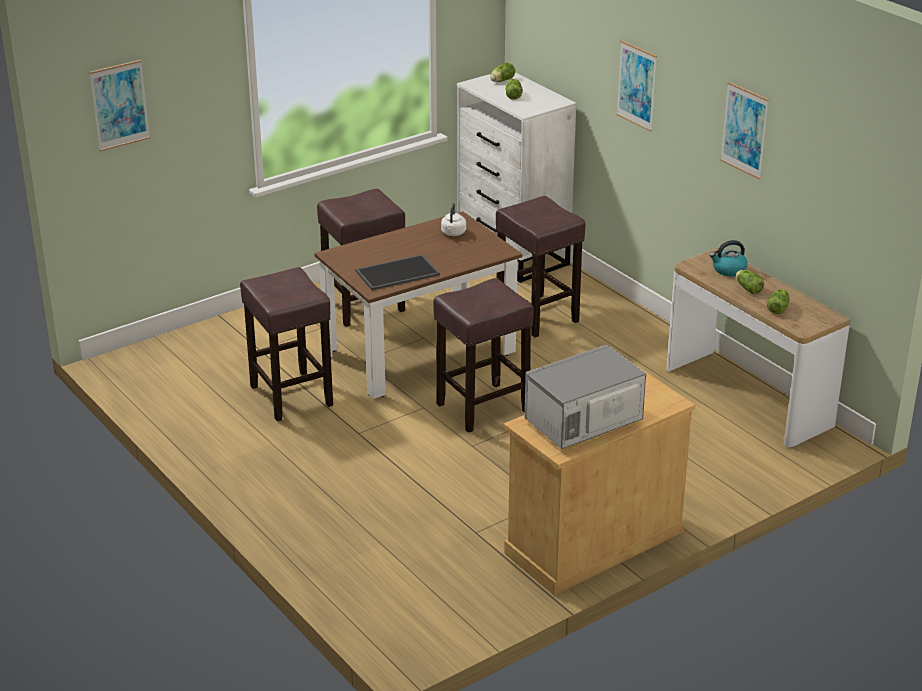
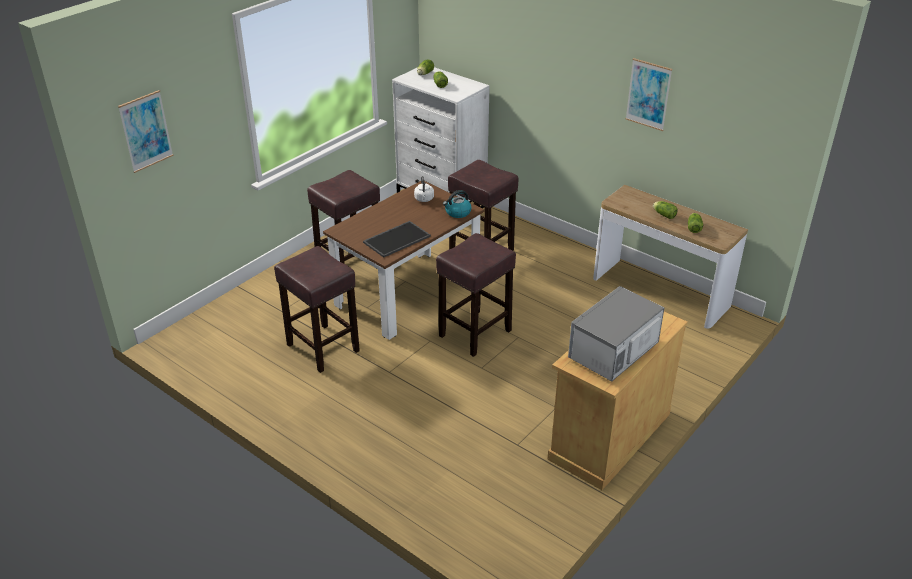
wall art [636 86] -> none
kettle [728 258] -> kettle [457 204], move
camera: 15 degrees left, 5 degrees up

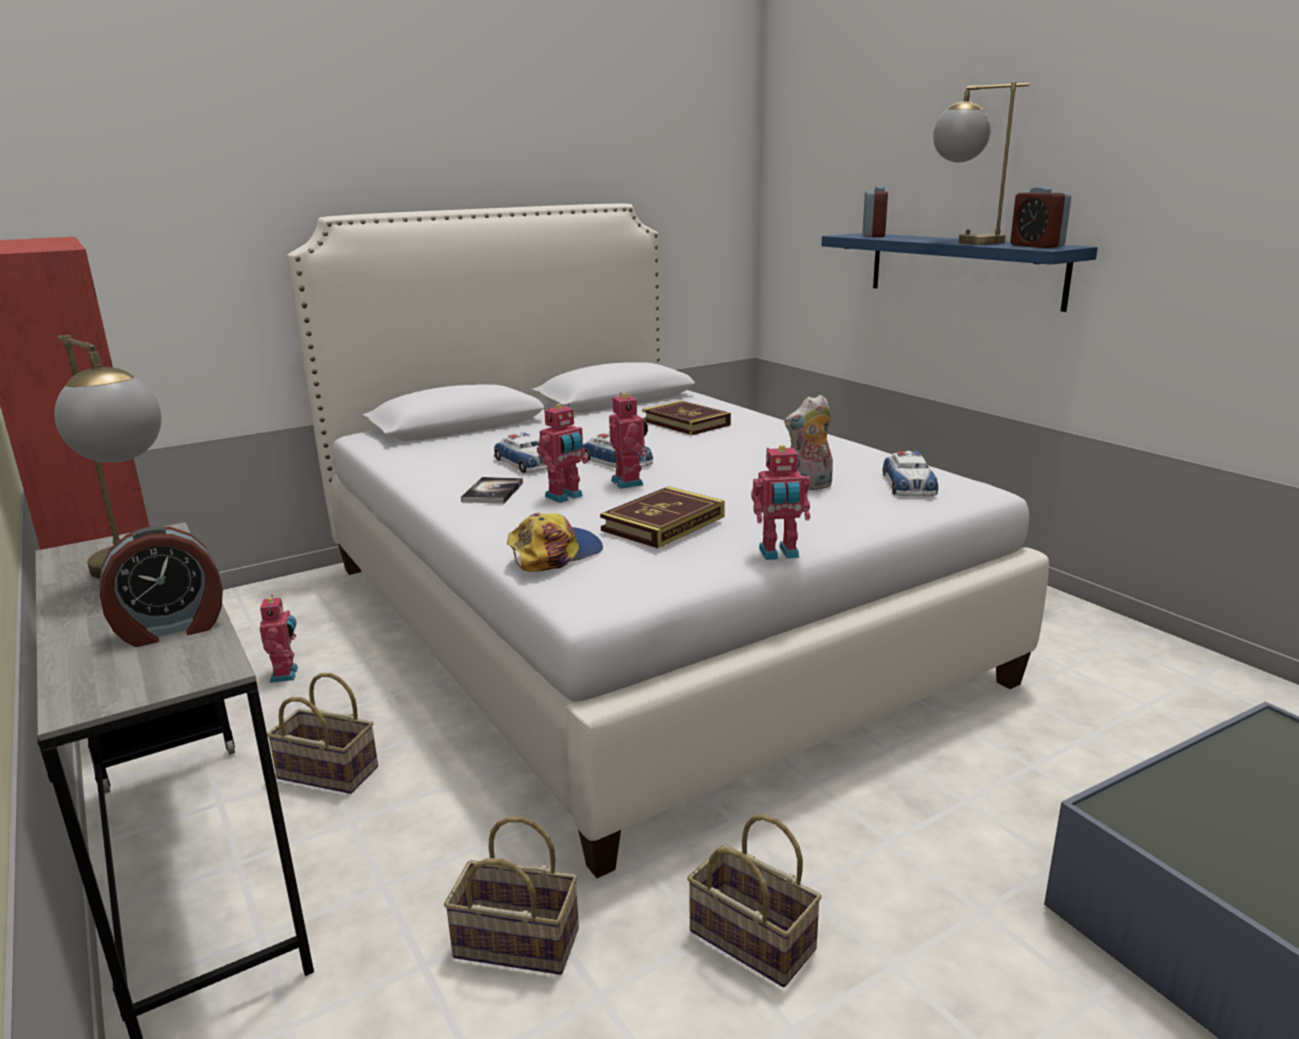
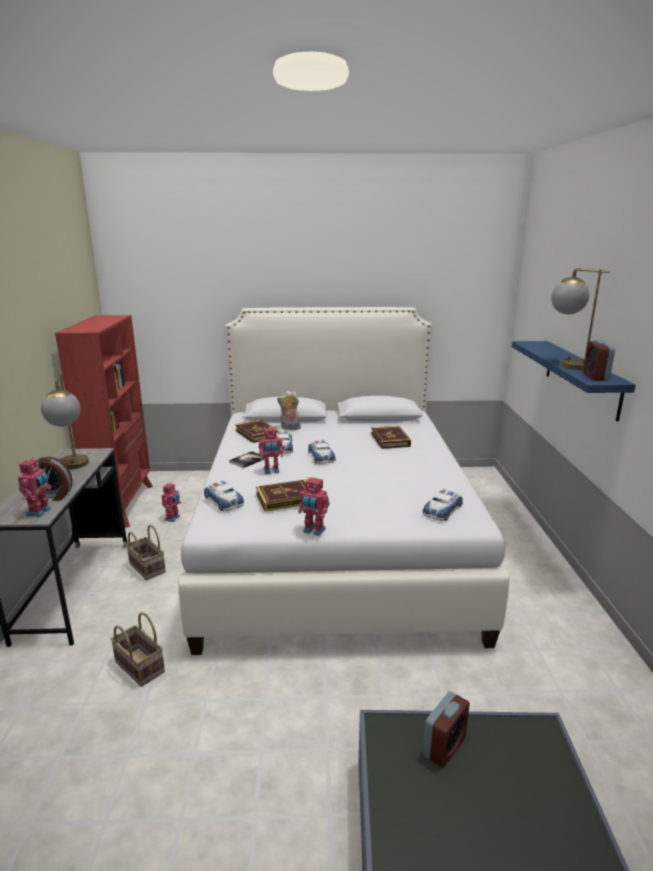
alarm clock [875 211] -> alarm clock [446 729], move
toy robot [628 440] -> toy robot [35 487], move
soft toy [808 442] -> soft toy [289 410], move
peaked cap [555 542] -> miniature car [224 496]
basket [754 900] -> none
none -> book [257 431]
camera: 30 degrees right, 0 degrees up

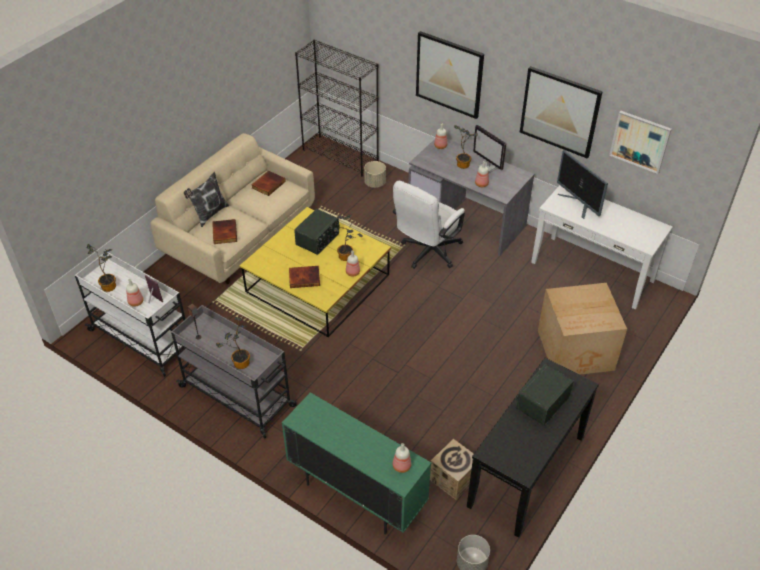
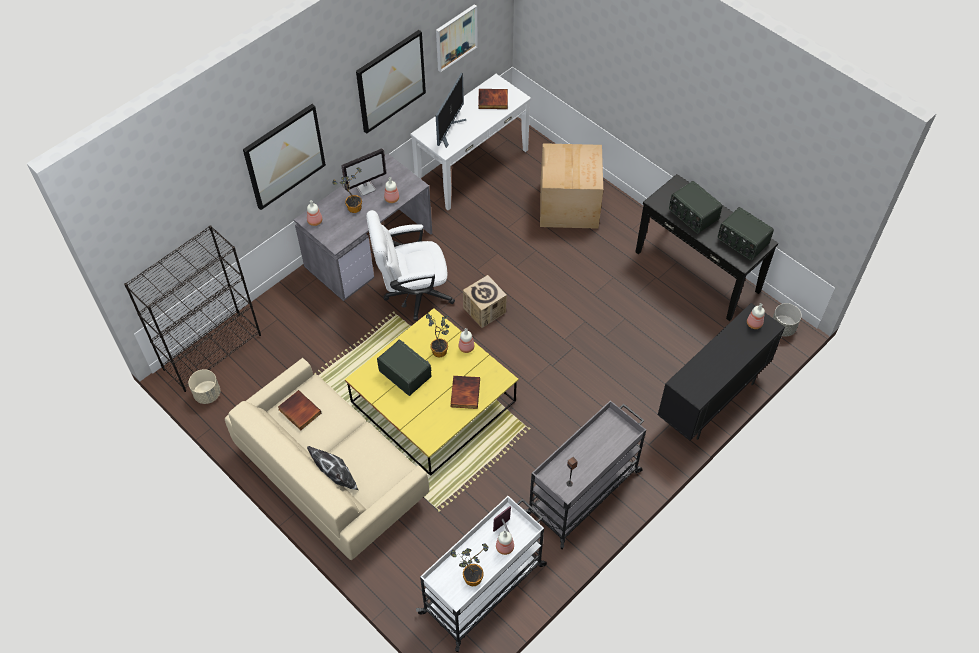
computer screen [582 184] -> computer screen [451 110], 45 degrees counterclockwise
sand-coloured flower pot [375 174] -> sand-coloured flower pot [204 386], move
white-coloured desk chair [429 225] -> white-coloured desk chair [410 265], 120 degrees clockwise
book [224 231] -> book [493 99], move
houseplant [233 343] -> none
green-coloured cupboard [356 463] -> black cupboard [721 372]
packing box [452 469] -> packing box [485 301], move
none -> radio receiver [746 233]
camera: 80 degrees left, 10 degrees up

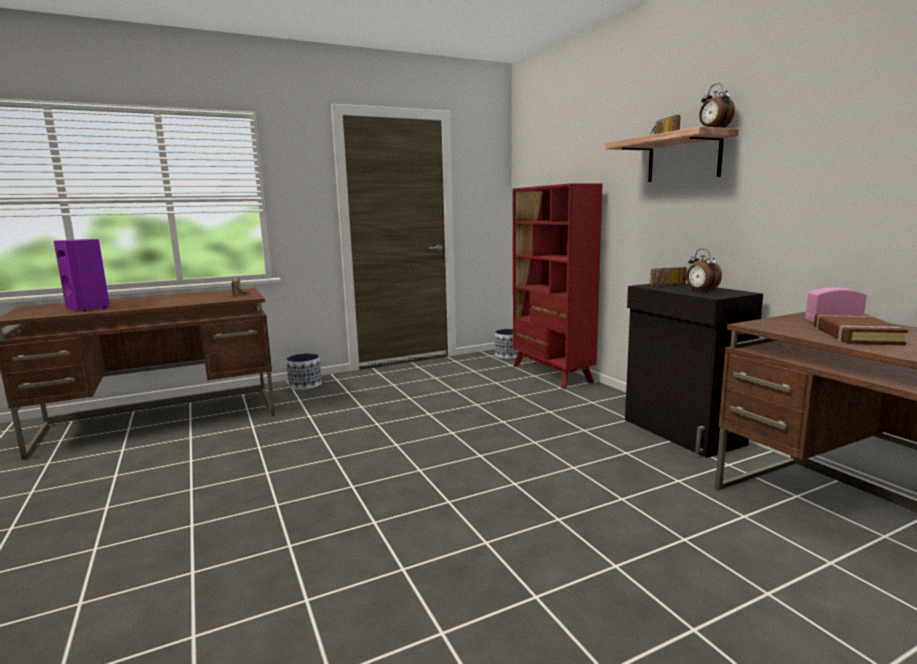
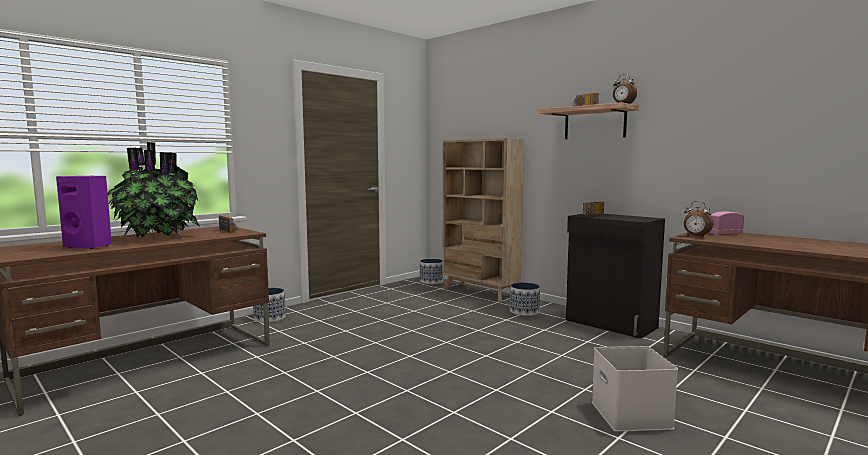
reddish shelving unit [557 286] -> sand-coloured shelving unit [483 220]
alarm clock [704 271] -> alarm clock [699 219], move
brown-coloured book [861 330] -> none
none -> houseplant [154 190]
none -> flower pot [525 299]
none -> white-coloured storage box [635 389]
camera: 20 degrees left, 5 degrees down

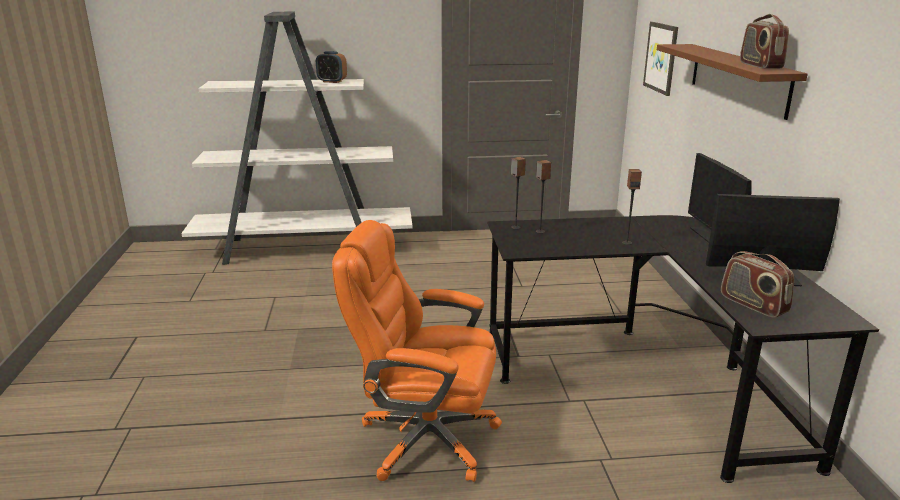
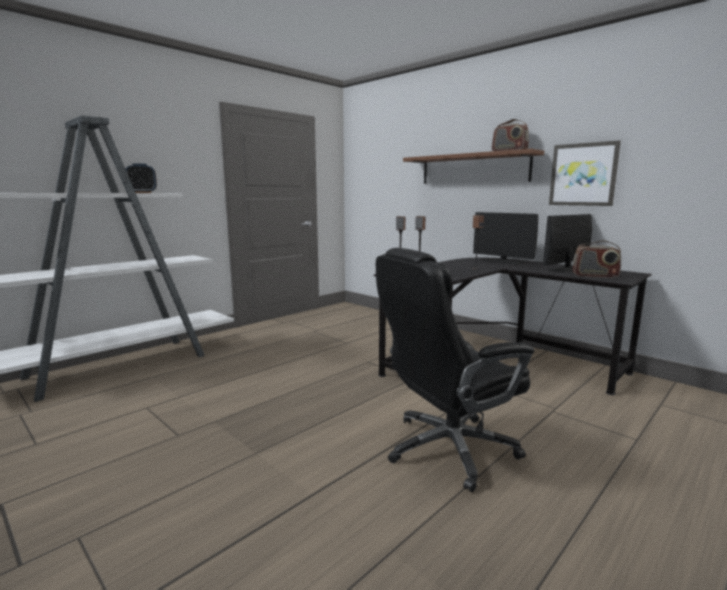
wall art [660 59] -> wall art [585 173], move
orangey desk chair [417 351] -> black desk chair [455 370]
camera: 40 degrees left, 10 degrees down

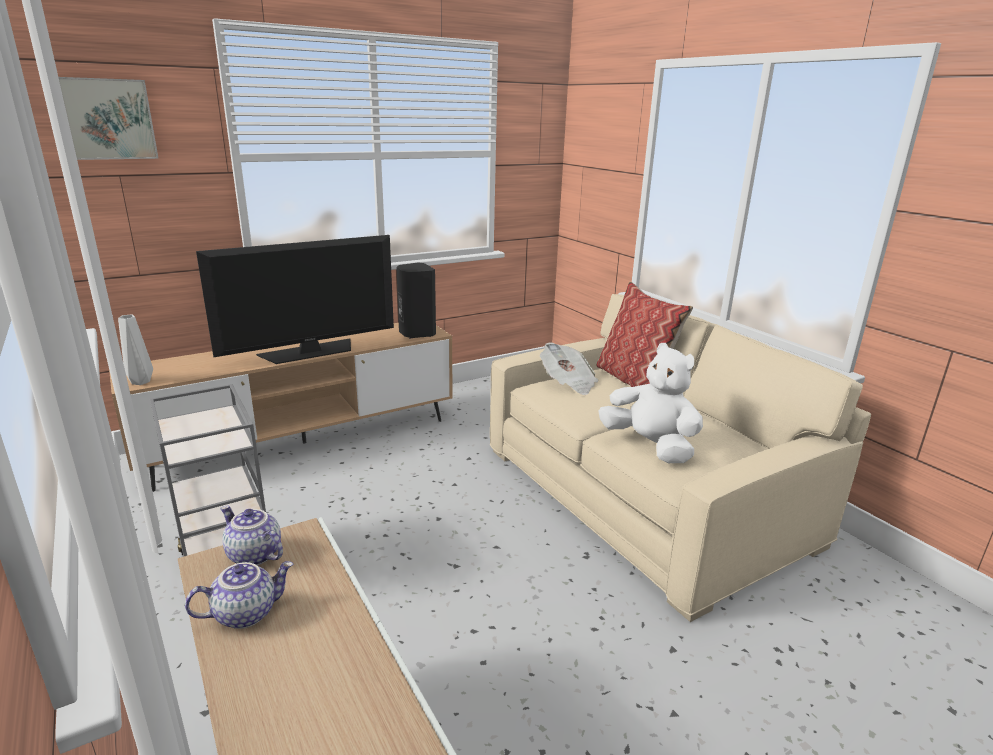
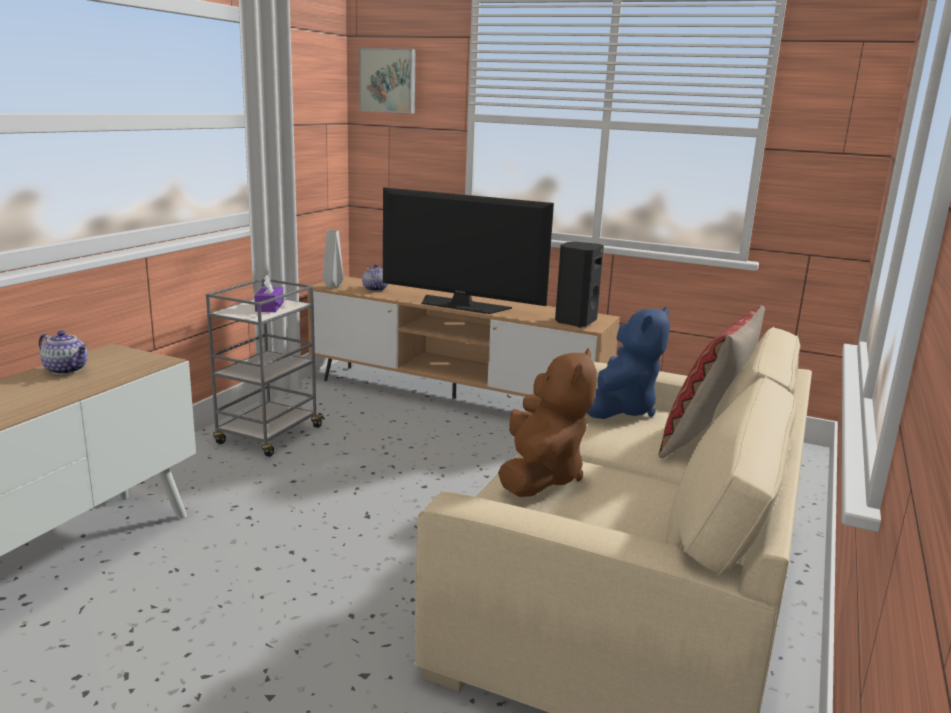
daily paper [569 368] -> blue-coloured soft toy [628 363]
white-coloured soft toy [650 403] -> brown-coloured soft toy [547 422]
pot for tea [251 536] -> pot for tea [375 277], move
none -> purplish box of tissues [269 293]
camera: 55 degrees right, 5 degrees down

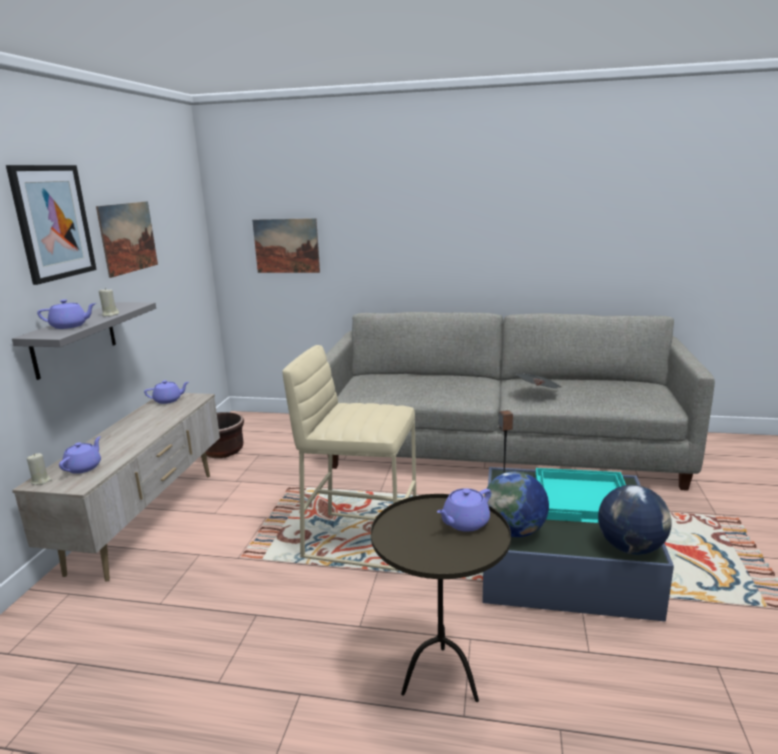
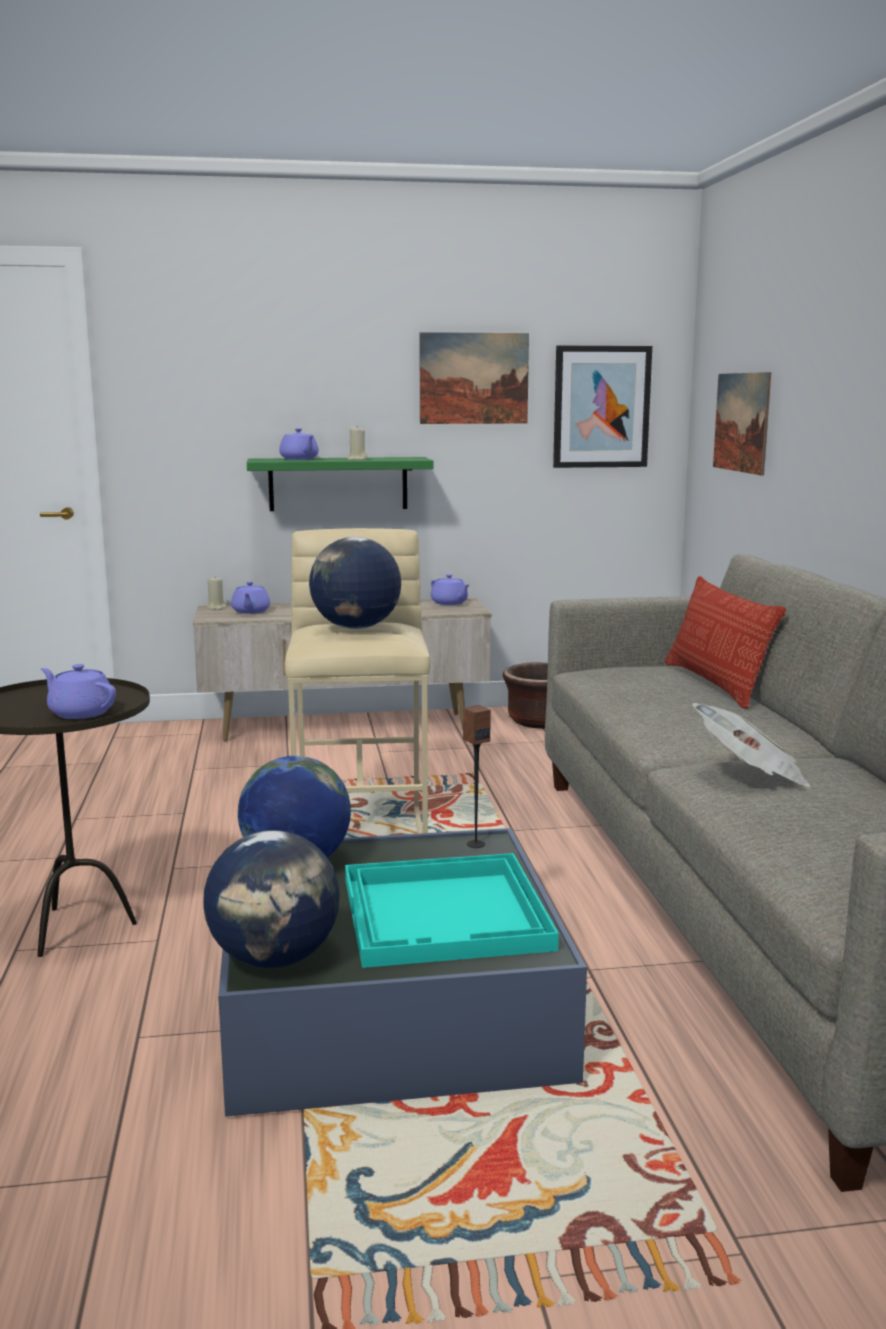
wall art [51 225] -> wall art [602 406], move
gray wall shelf [84 341] -> green-coloured wall shelf [340 484]
purplish pot for tea [80 455] -> purplish pot for tea [250 597], 90 degrees clockwise
none -> world globe [355 583]
none -> throw pillow [725 642]
camera: 70 degrees right, 5 degrees down

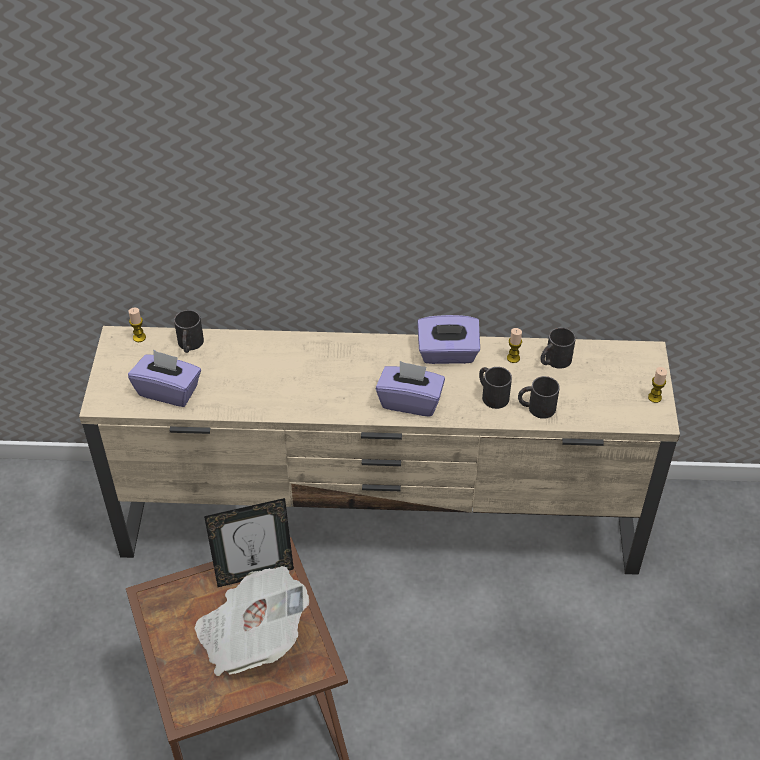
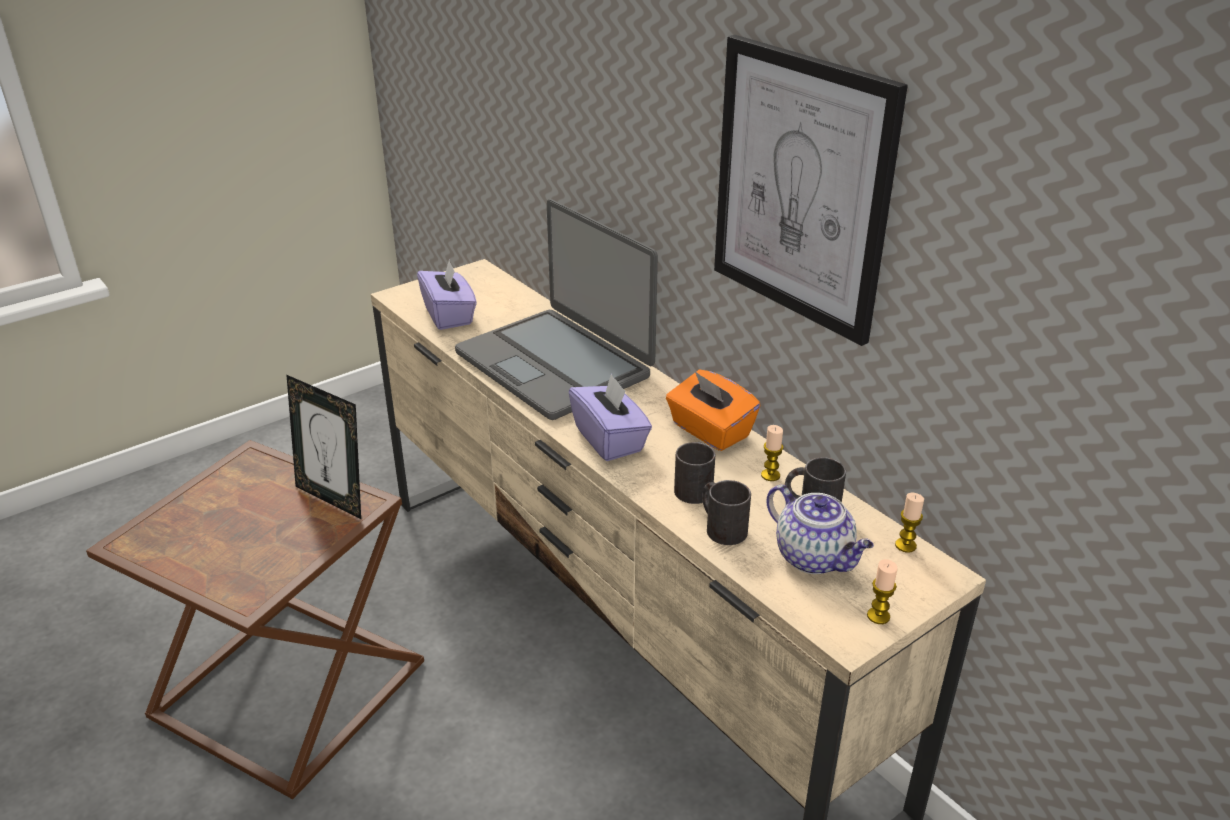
candle [137 325] -> candle [909 523], move
black tea mug [189 331] -> none
purplish box of tissues [448 339] -> orangey box of tissues [713 410]
daily paper [251 621] -> none
none -> wall art [811 190]
none -> laptop [556 309]
none -> pot for tea [820 529]
camera: 50 degrees right, 15 degrees down

